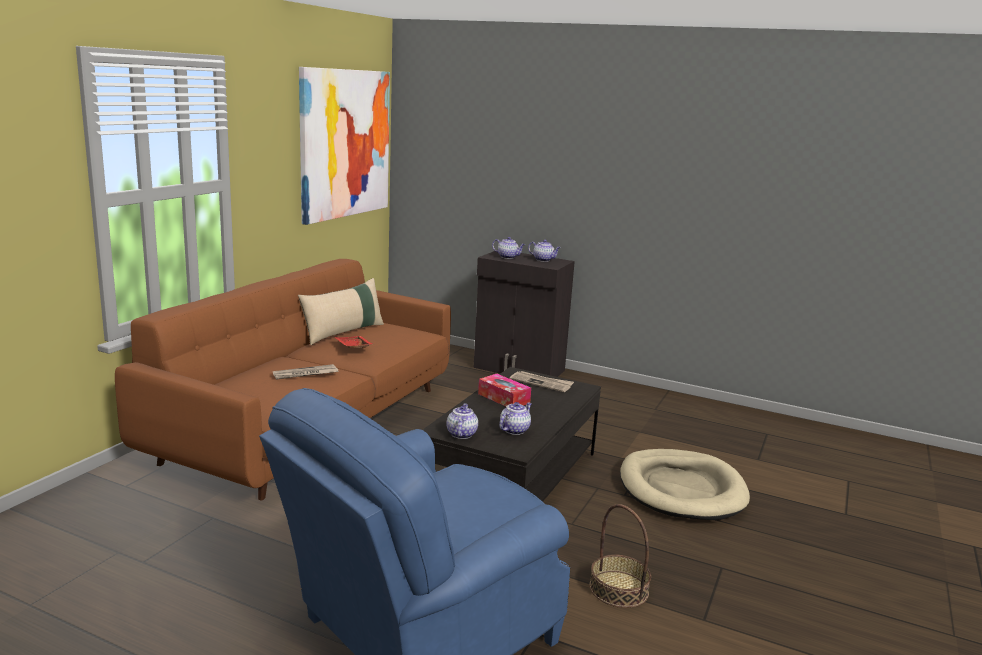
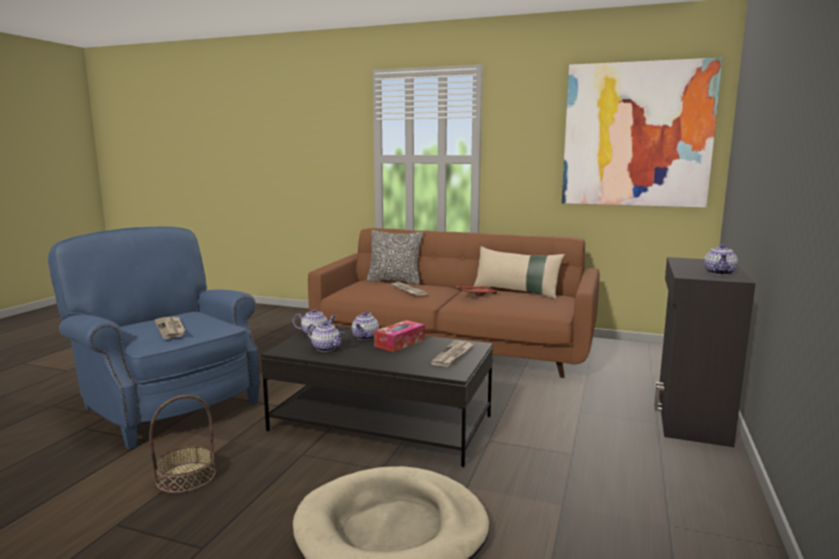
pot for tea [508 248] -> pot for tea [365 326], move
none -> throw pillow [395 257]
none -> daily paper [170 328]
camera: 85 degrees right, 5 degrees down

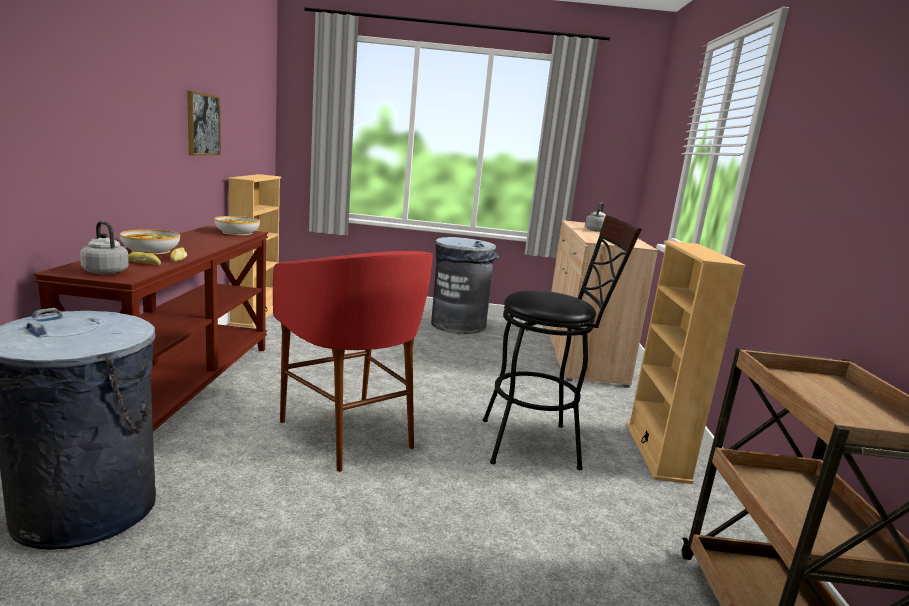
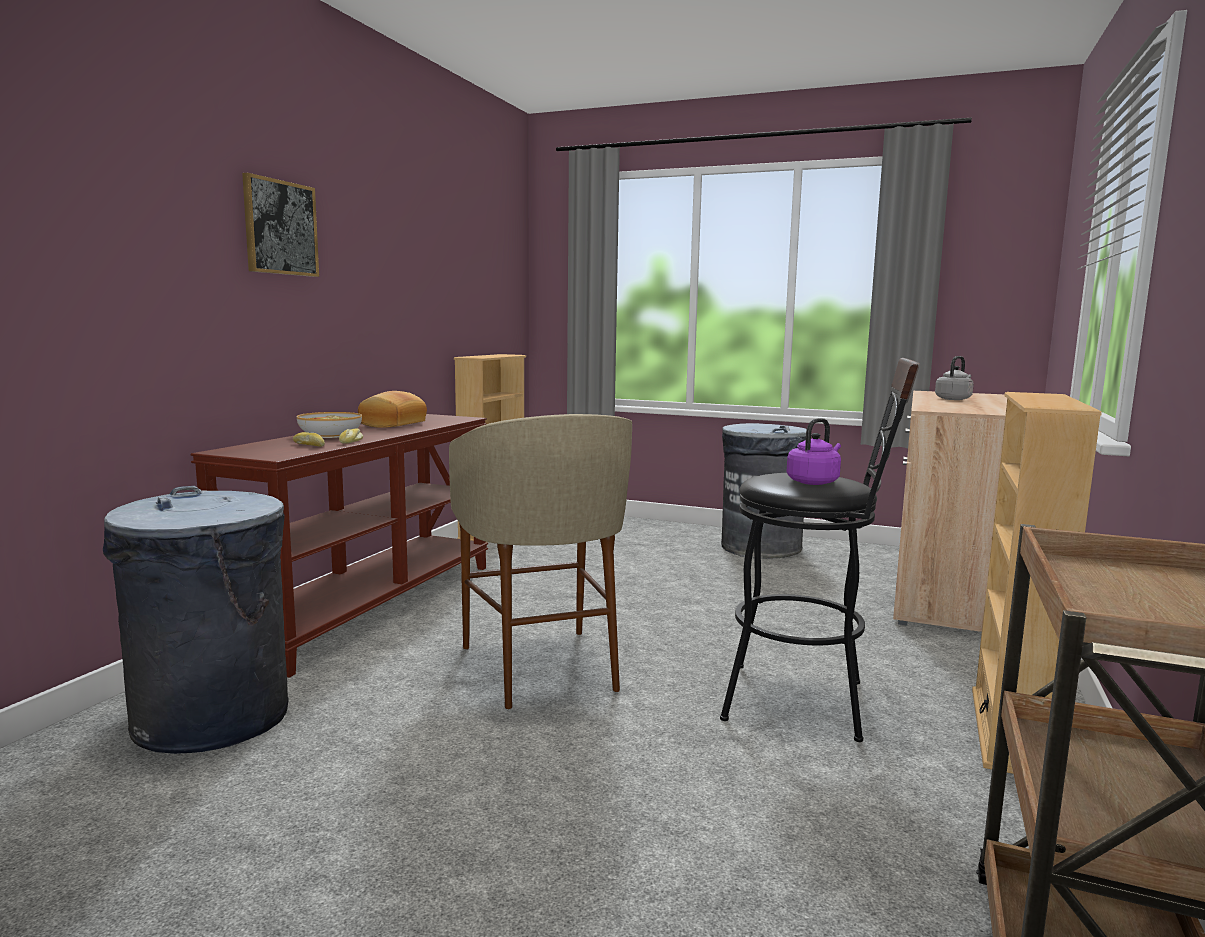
wall art [204 123] -> wall art [280 225], move
deep dish [237 225] -> none
gray kettle [104 247] -> none
reddish stool [353 361] -> sand-coloured stool [540 561]
none -> bread [392 409]
none -> purplish kettle [813 451]
camera: 20 degrees right, 5 degrees down

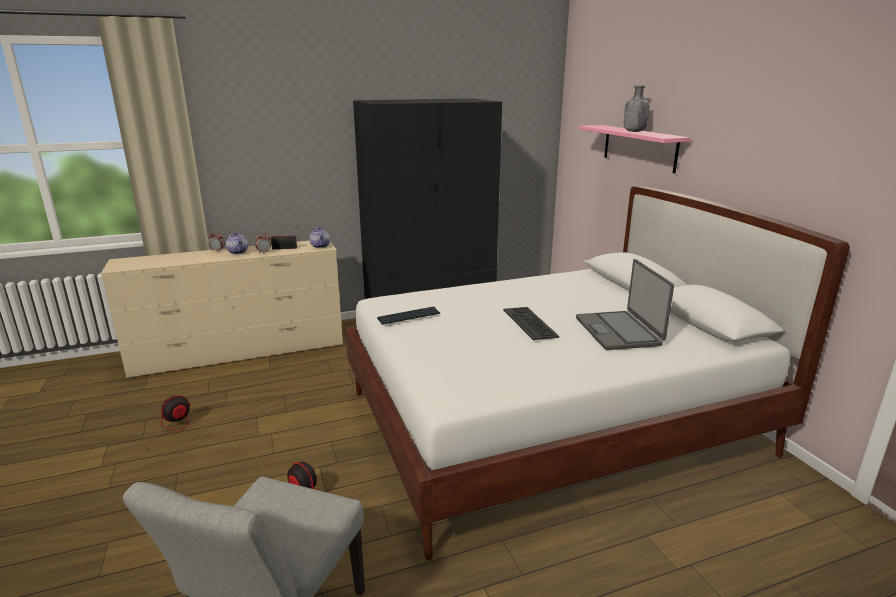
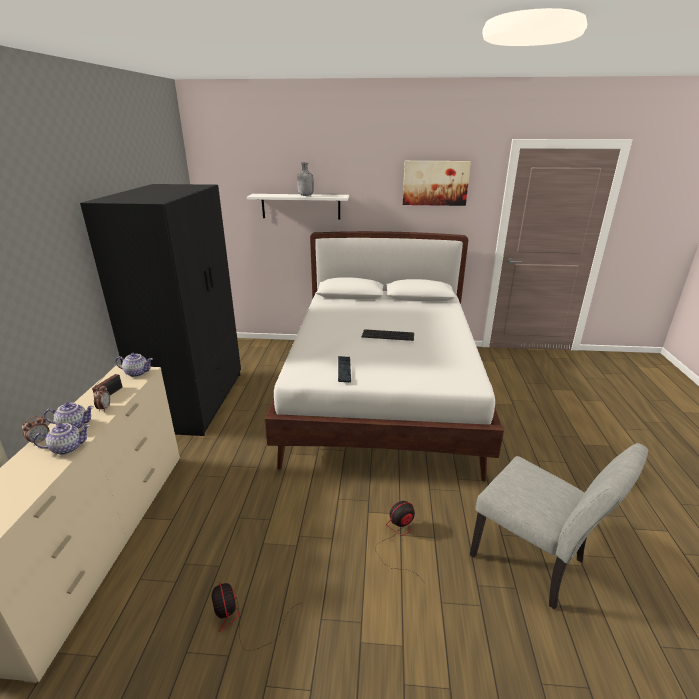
pink-coloured wall shelf [634 149] -> white-coloured wall shelf [298 207]
laptop [625 304] -> none
none -> wall art [437 183]
none -> pot for tea [62 439]
camera: 65 degrees left, 5 degrees up

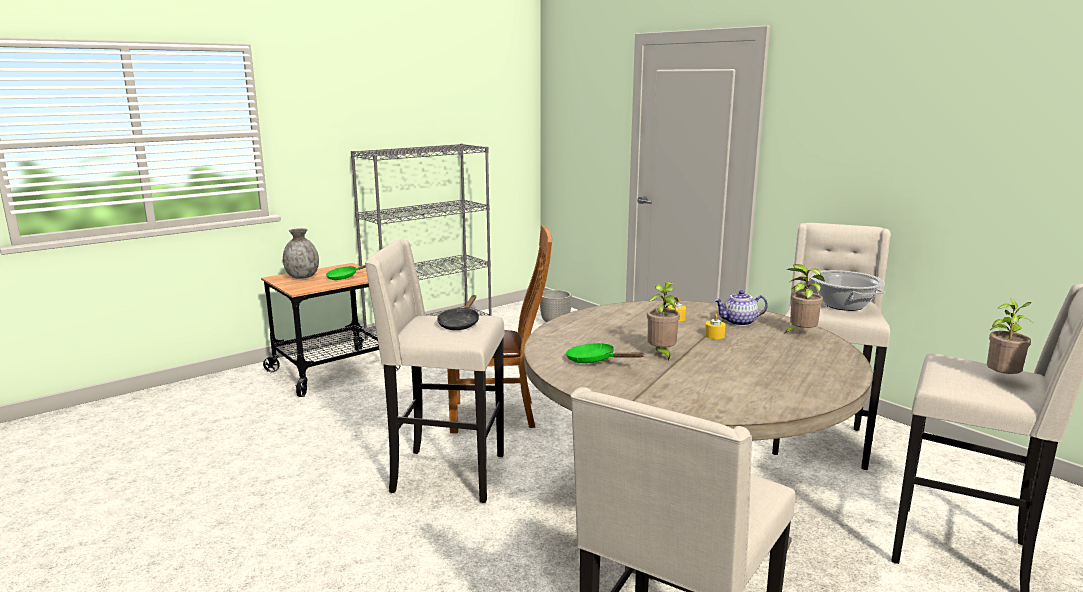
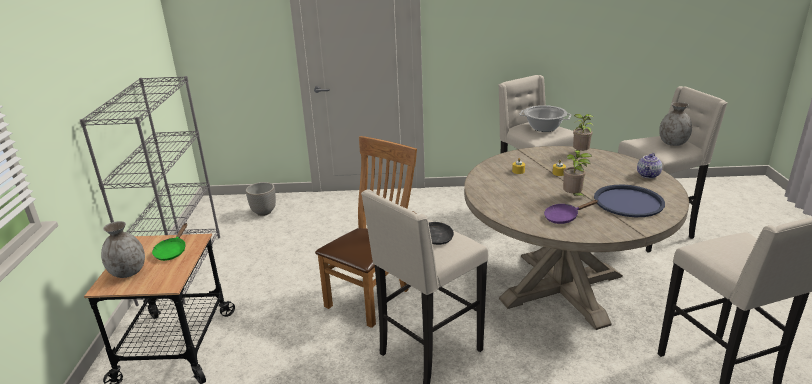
pot for tea [741 308] -> pot for tea [649 166], move
houseplant [1010 336] -> gray vase [675 124]
green-coloured skillet [605 353] -> purplish skillet [571 212]
none -> blue-coloured tray [629 201]
camera: 50 degrees left, 10 degrees up

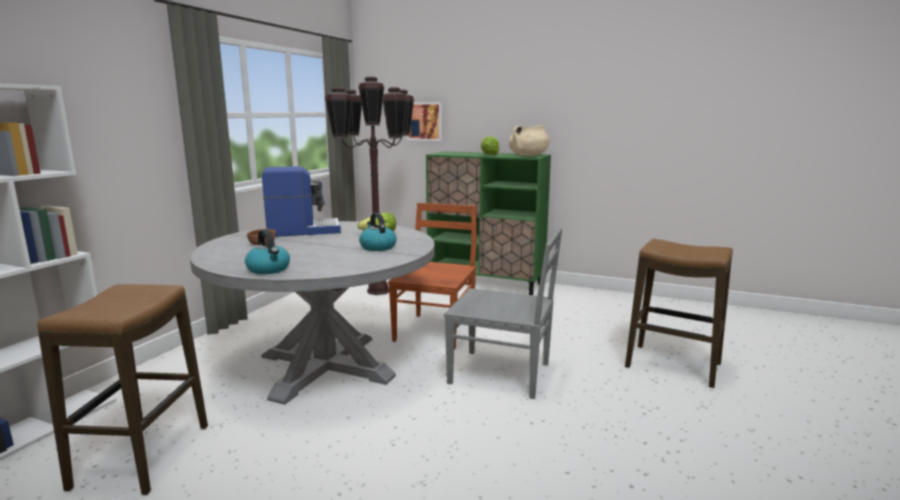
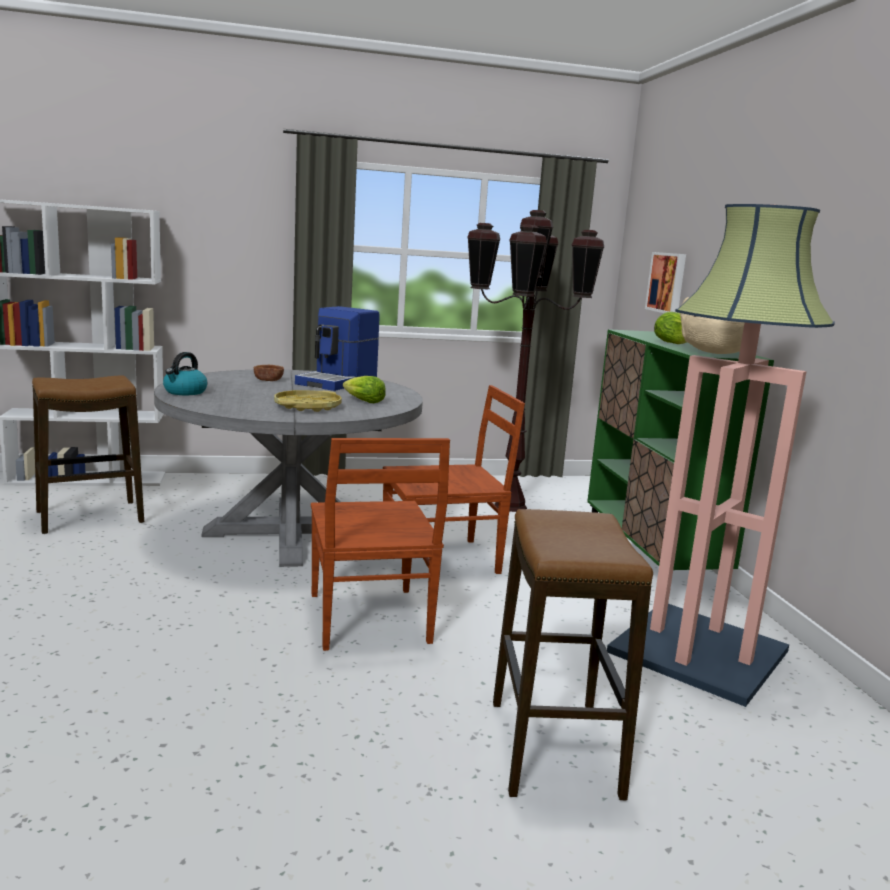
coffee machine [301 201] -> coffee machine [337 348], 75 degrees clockwise
kettle [378 232] -> yellow-coloured tray [308 401]
gray chair [503 313] -> brown-coloured chair [380 544]
none -> standing lamp [721 455]
camera: 55 degrees right, 0 degrees up

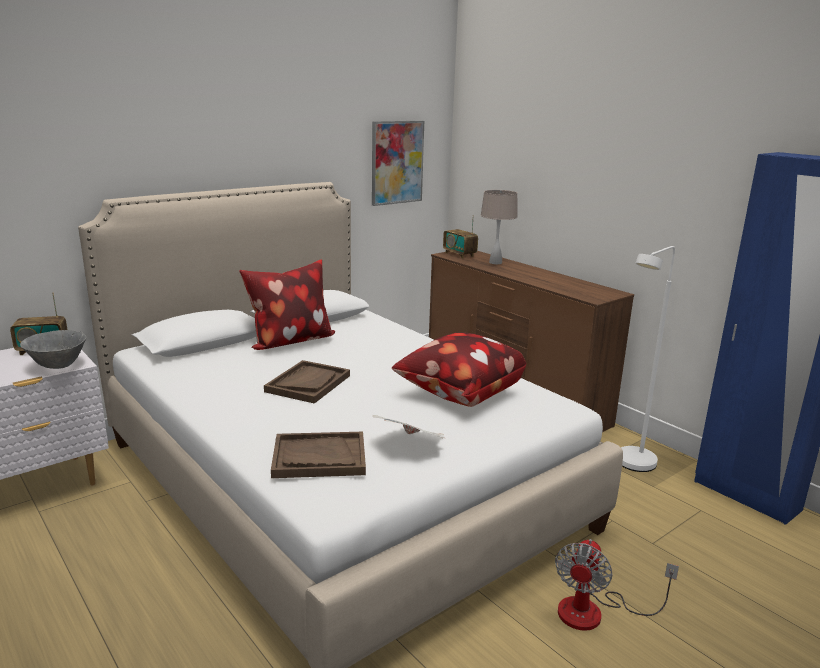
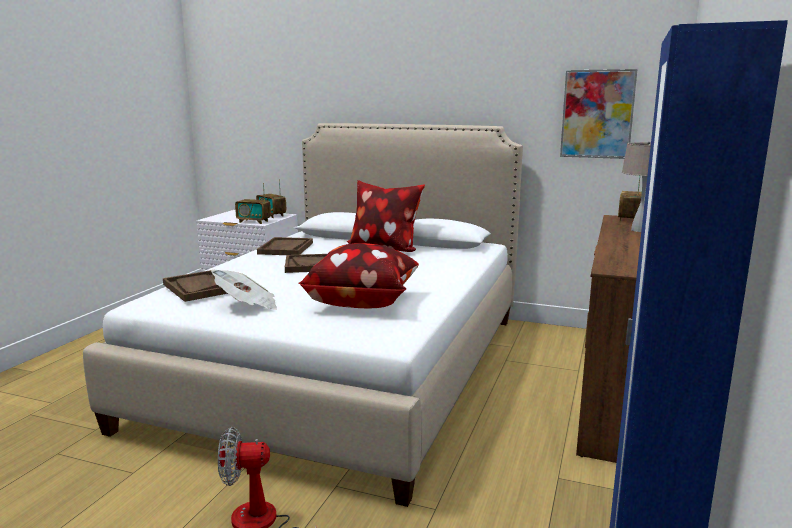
white-coloured standing lamp [648 359] -> none
gray deep dish [53 349] -> radio receiver [253 203]
none -> brown-coloured tray [285 246]
camera: 60 degrees right, 5 degrees down

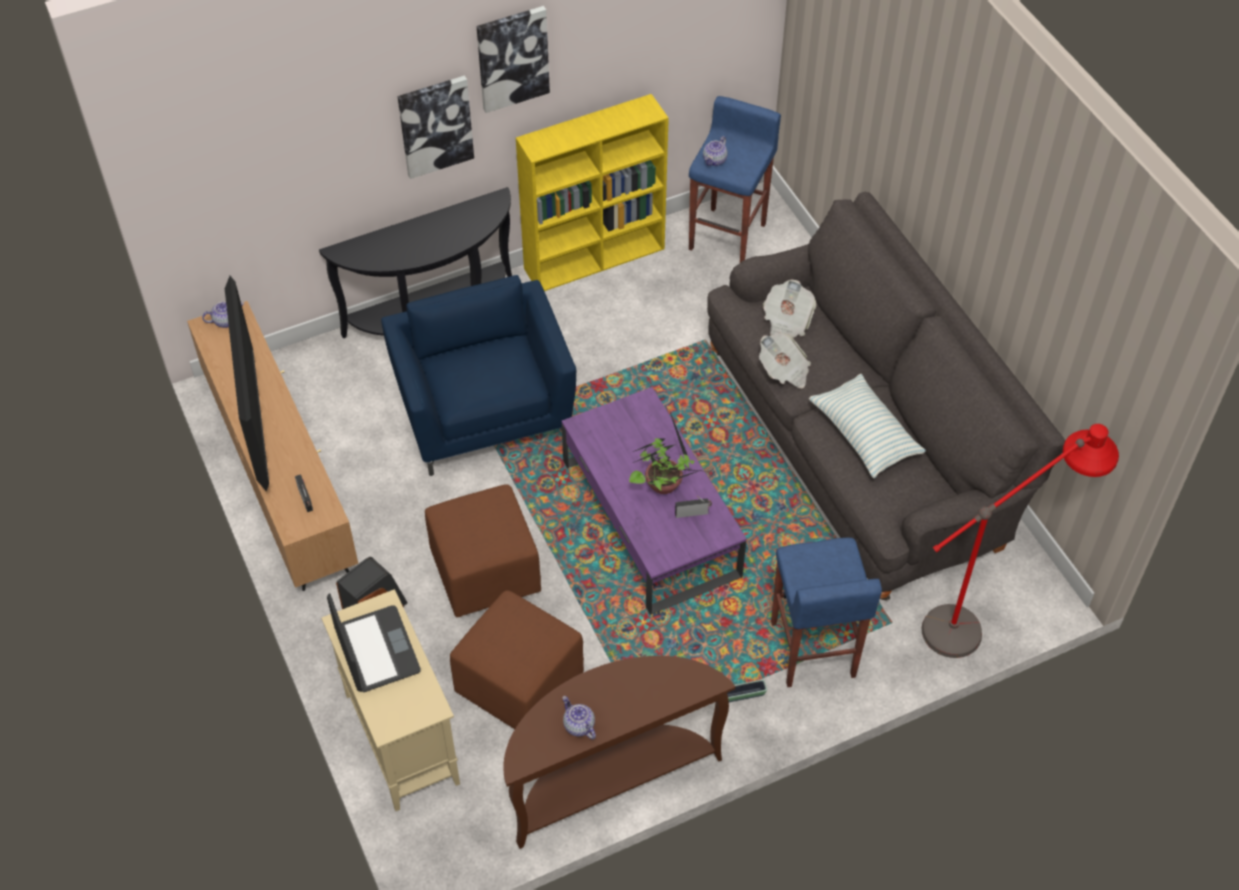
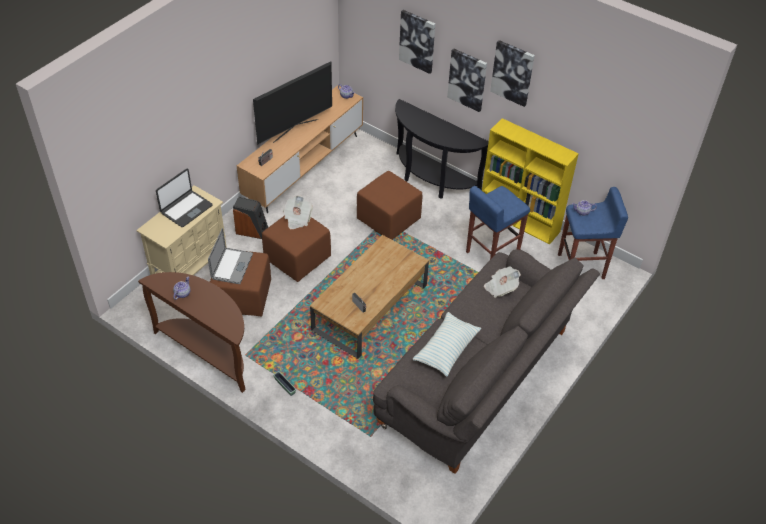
blue-coloured easy chair [478 375] -> brown-coloured pouffe [389 205]
daily paper [785 361] -> daily paper [298 212], move
purplish low table [654 501] -> brown-coloured low table [369 297]
houseplant [669 452] -> none
reddish standing lamp [1020 541] -> none
blue-coloured stool [826 612] -> blue-coloured stool [498 222], move
none -> wall art [417 42]
none -> laptop [230 256]
camera: 60 degrees right, 5 degrees down

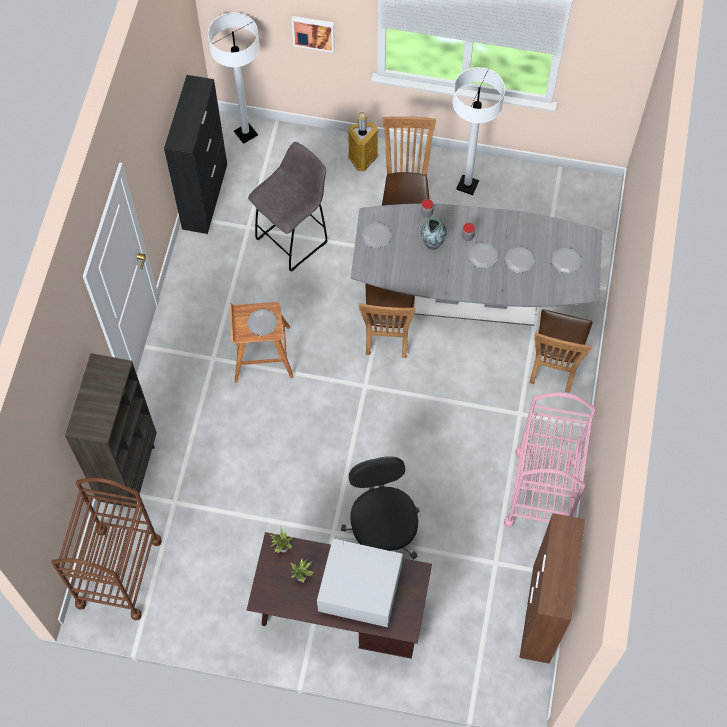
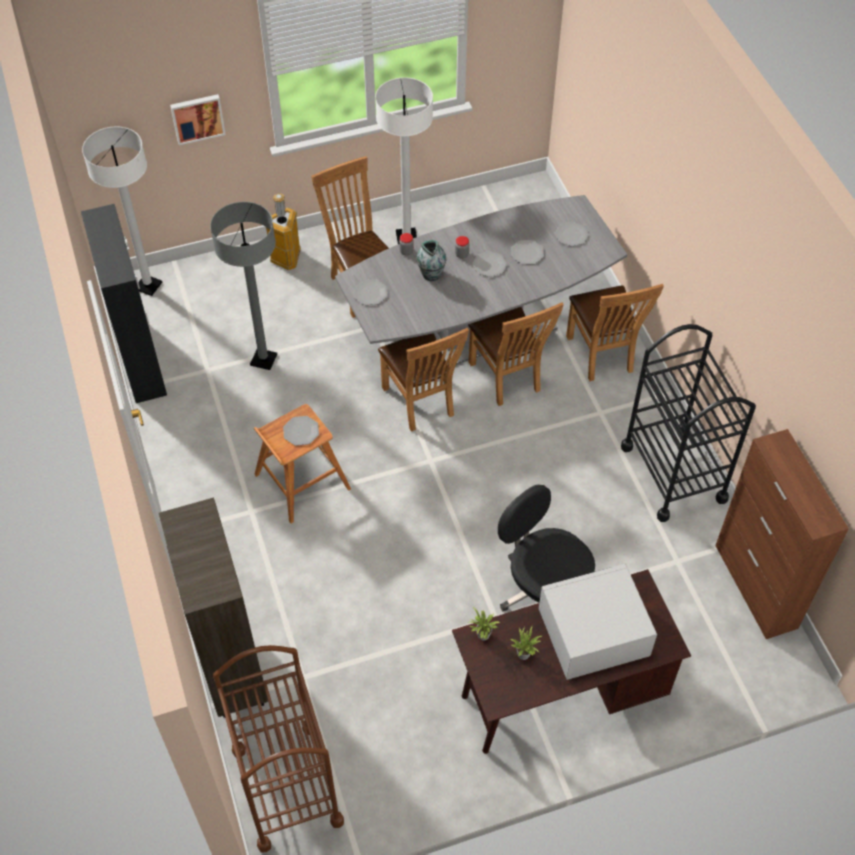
gray stool [288 207] -> gray standing lamp [243 286]
pink-coloured cart [550 460] -> black cart [688 423]
none -> brown-coloured chair [516 354]
camera: 30 degrees left, 10 degrees down

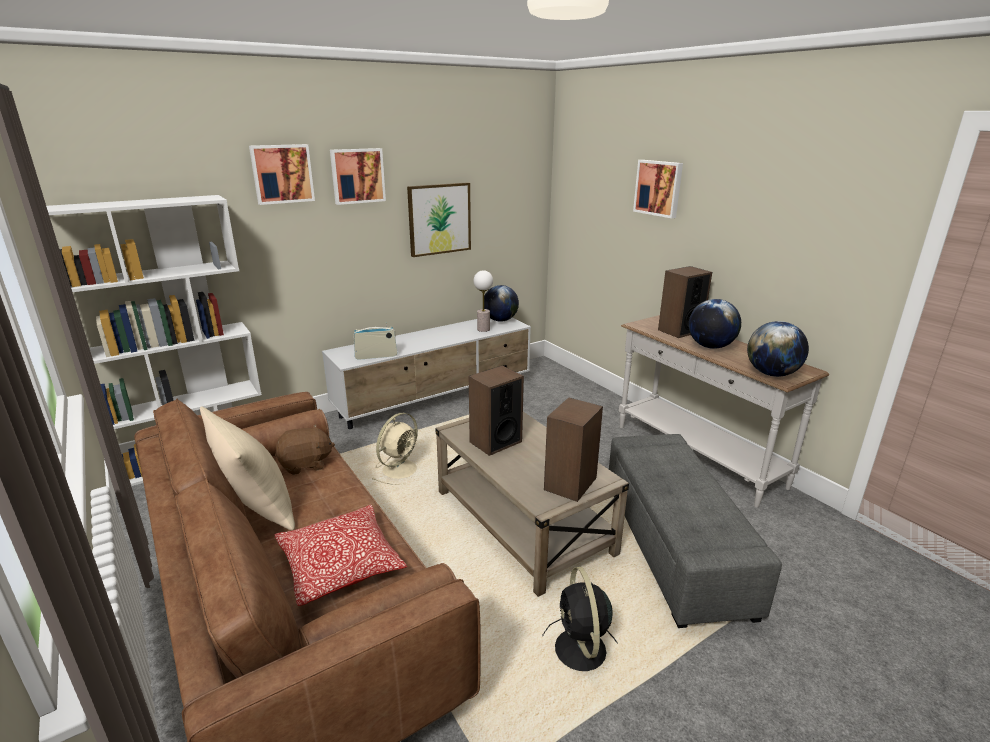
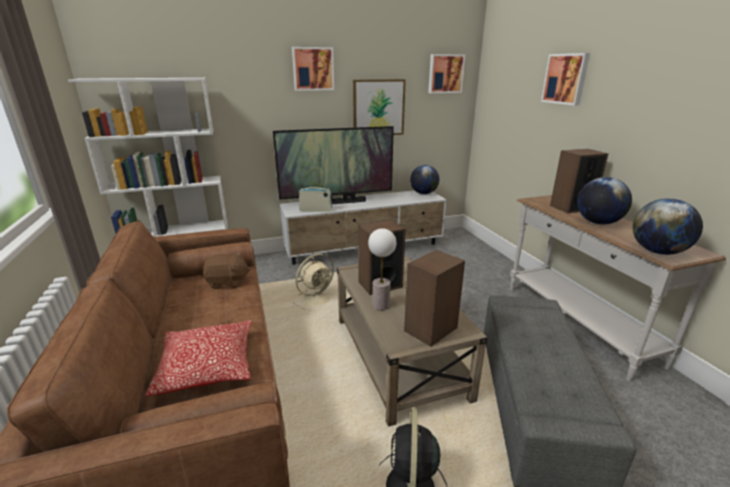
wall art [282 174] -> wall art [446 73], move
tabletop lamp [483 301] -> tabletop lamp [382 269], move
sand-coloured throw pillow [247 468] -> none
none -> TV [333 165]
camera: 15 degrees right, 0 degrees up

